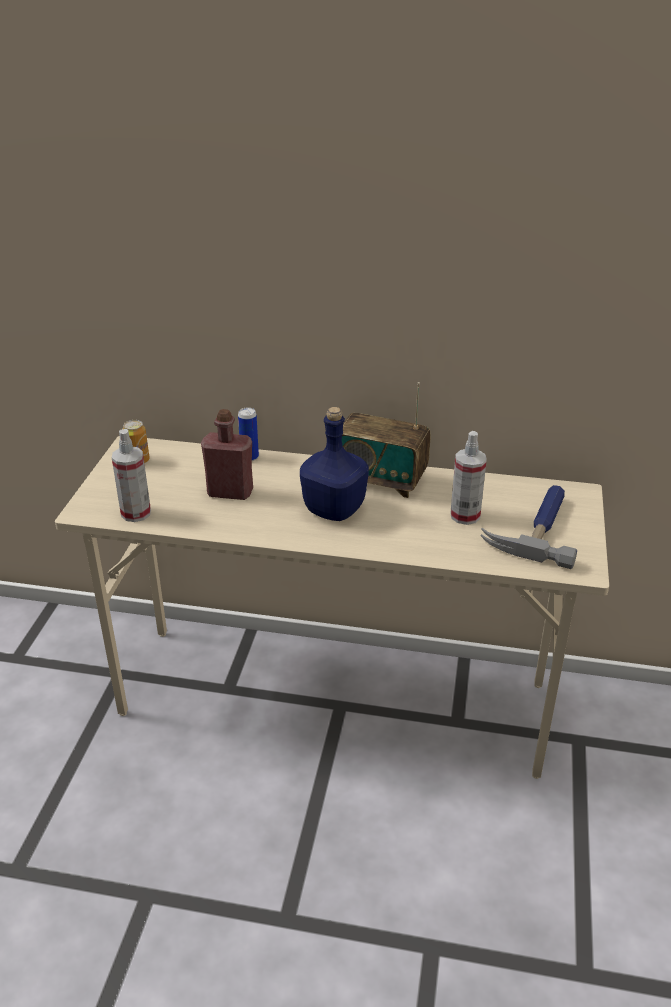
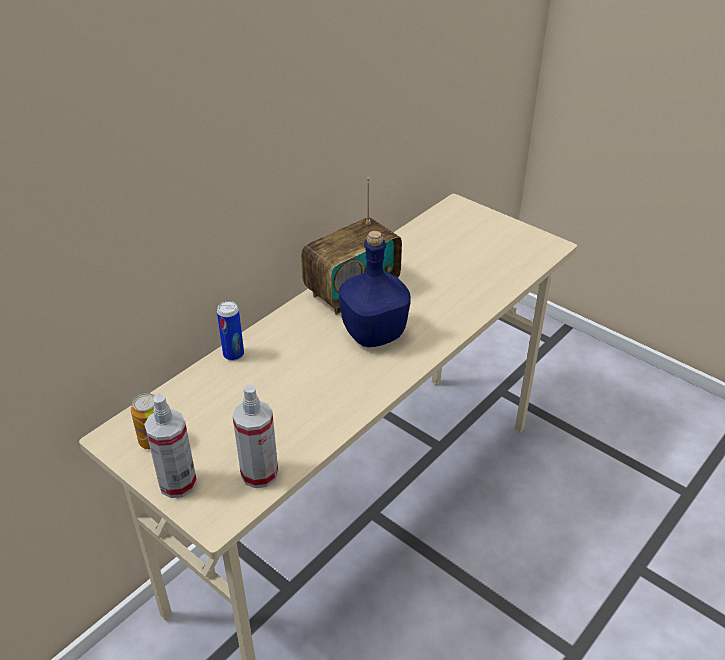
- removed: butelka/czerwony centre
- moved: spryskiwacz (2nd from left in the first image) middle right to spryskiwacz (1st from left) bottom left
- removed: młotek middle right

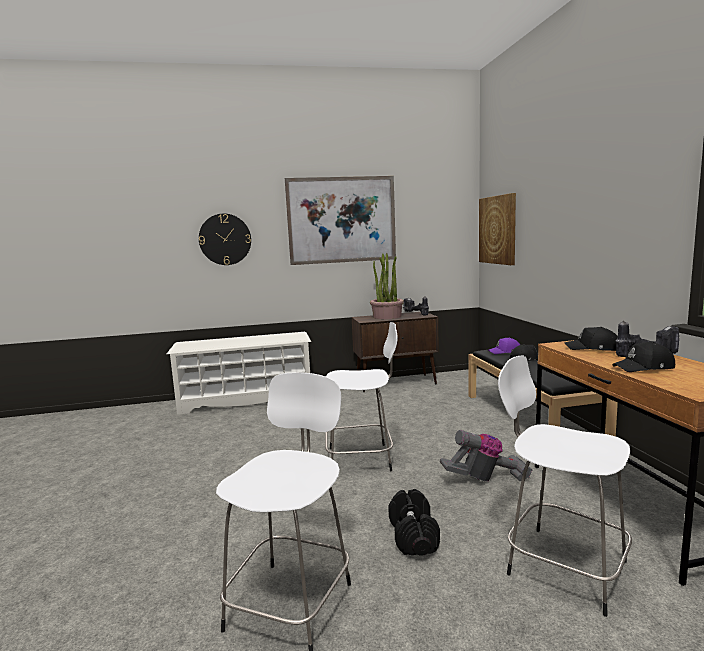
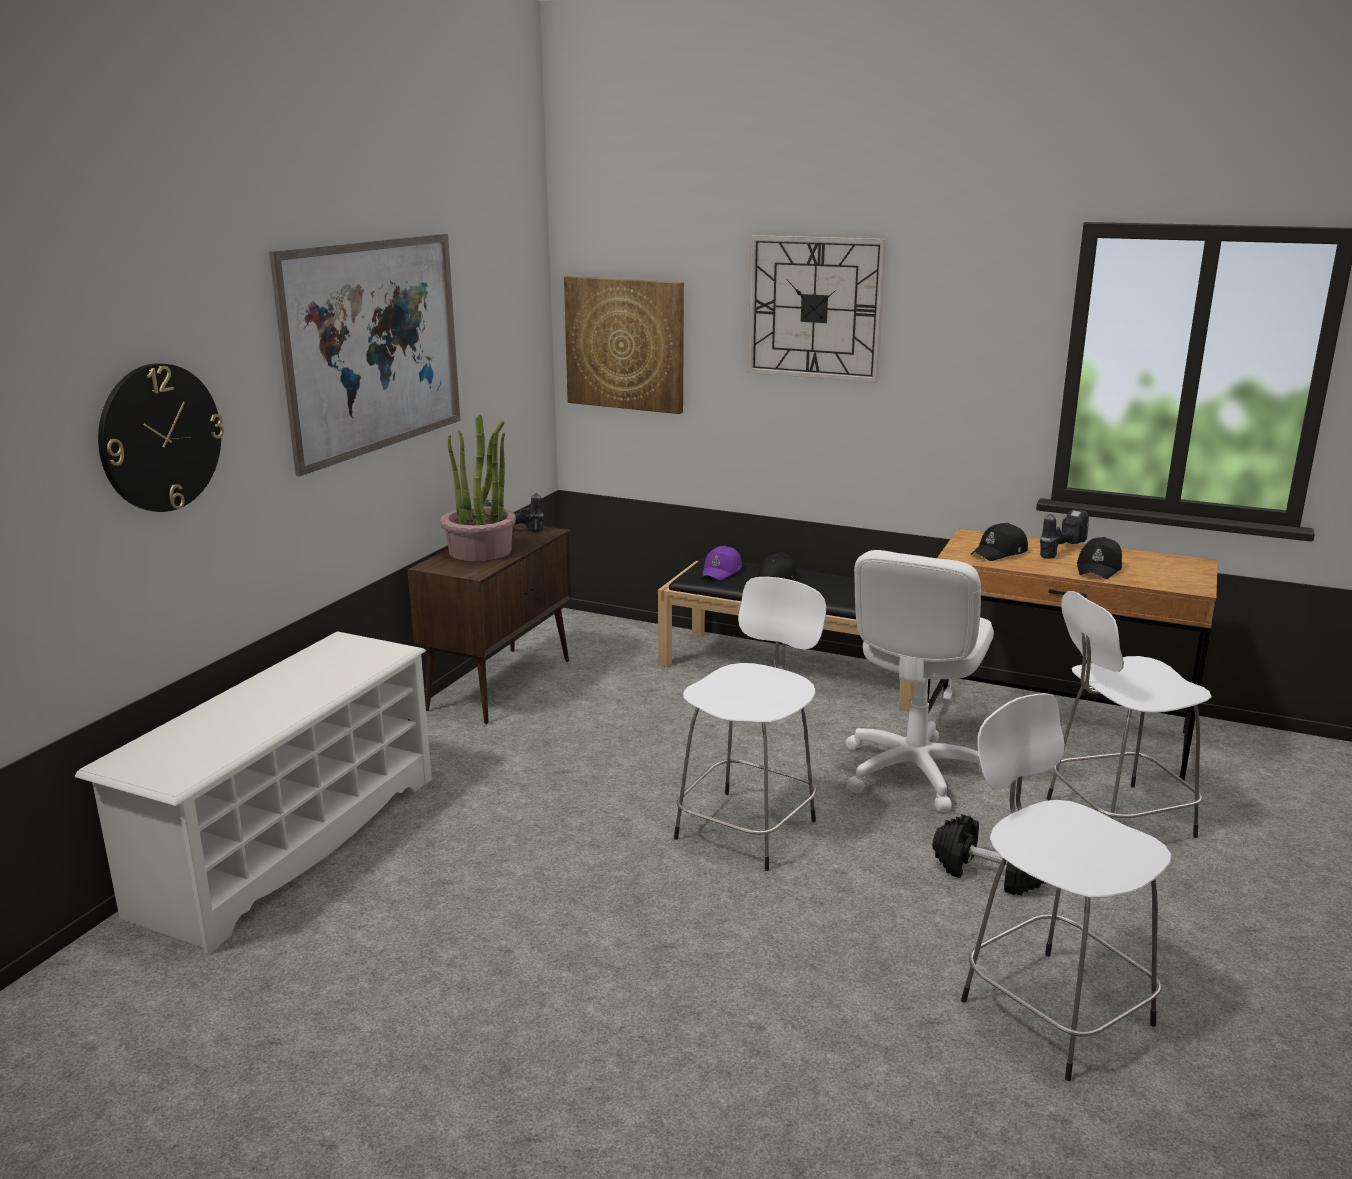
- replaced: odkurzacz bottom right to krzesło biurowe/biały middle right
- added: zegar ścienny (2nd from left) top centre

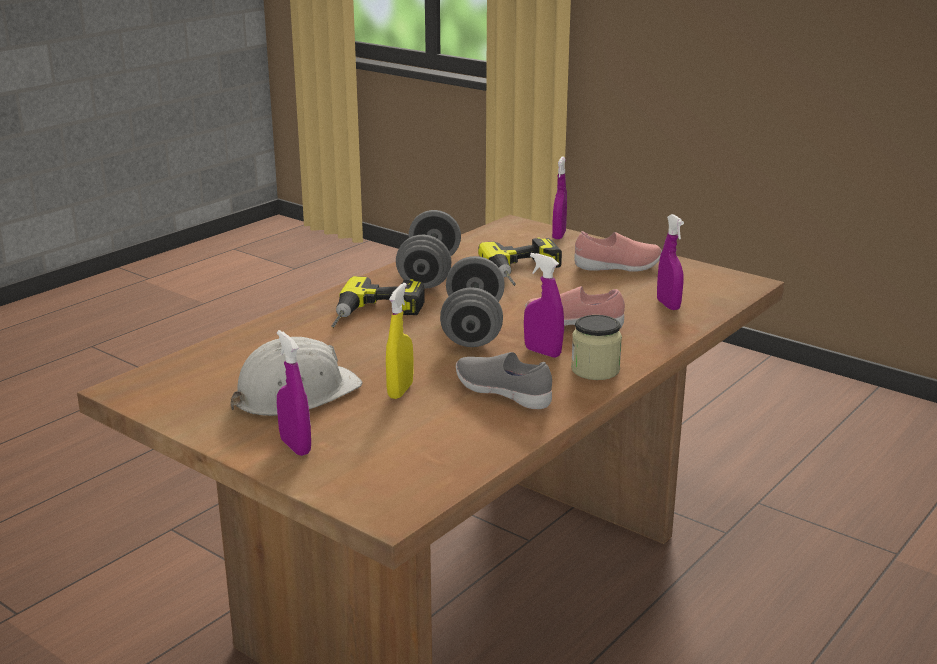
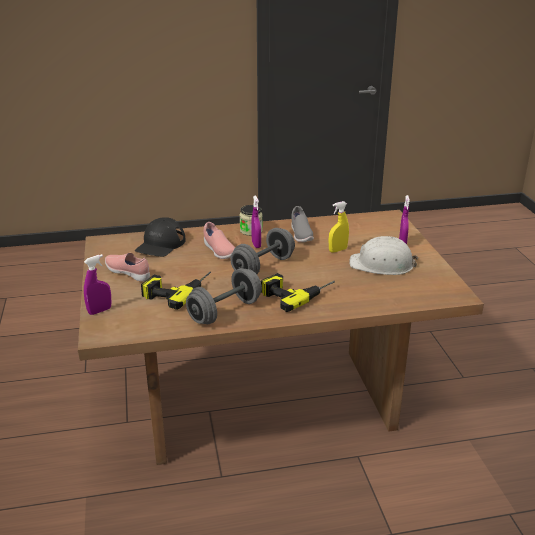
- replaced: spryskiwacz/fioletowy (4th from left) middle right to czapka z daszkiem/czarny middle left

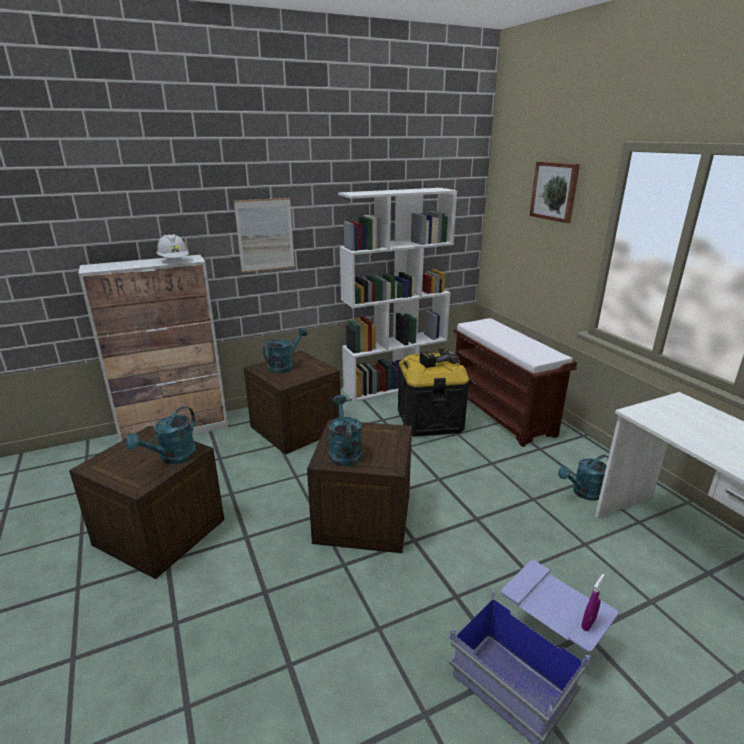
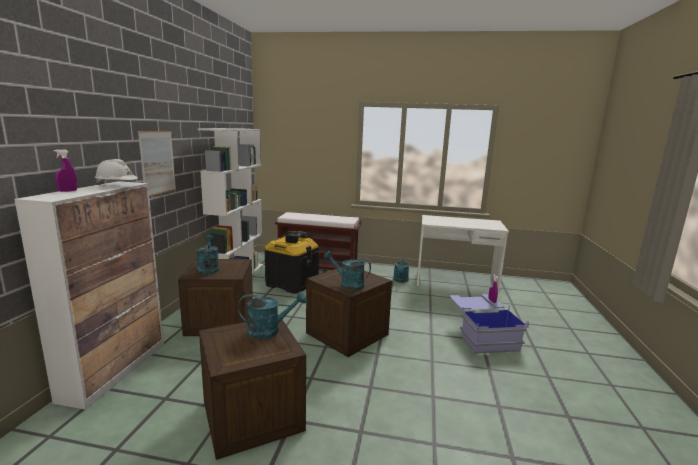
- removed: obraz (2nd from left) top right
- turned: konewka/turkusowy (1st from left in the first image) middle left = bottom centre 75 degrees counterclockwise
- added: spryskiwacz/fioletowy (1st from left) middle left

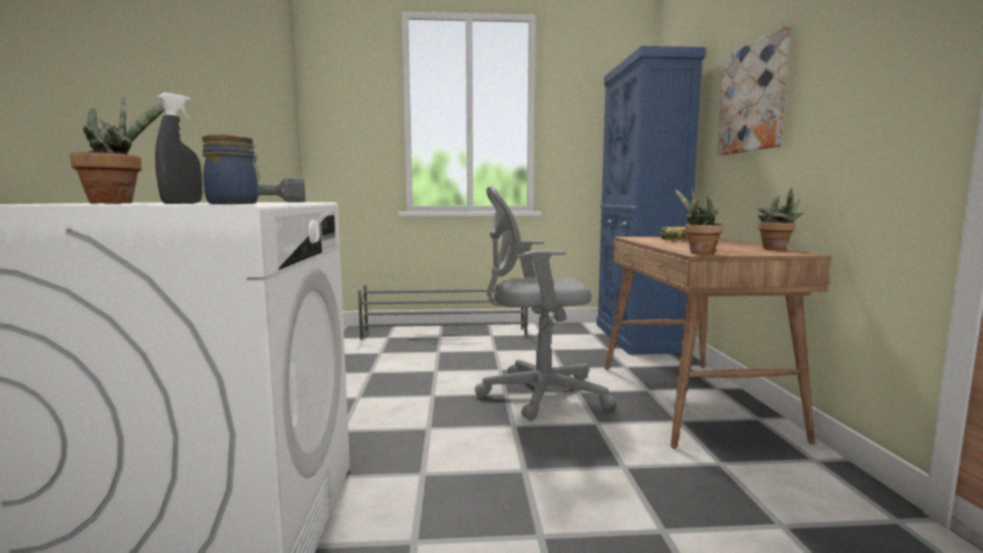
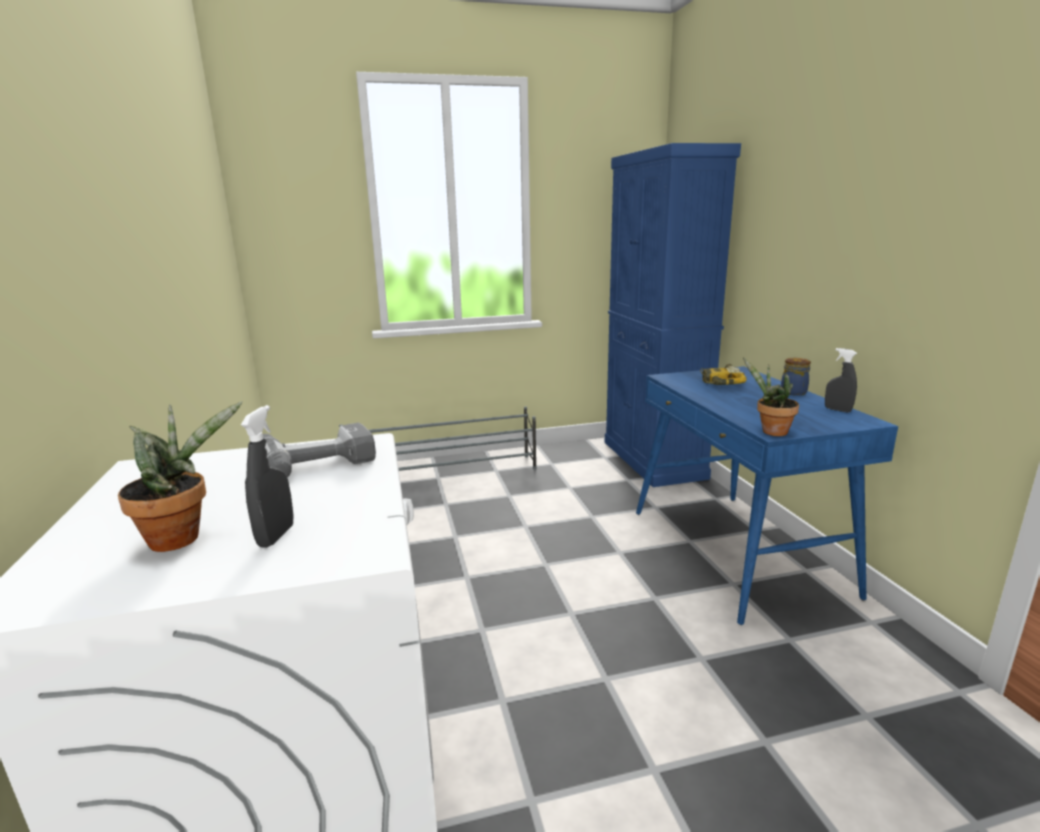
- removed: obraz top right
- moved: słoik top left to middle right
- removed: krzesło biurowe/szary centre
- replaced: roślina doniczkowa (3rd from left) middle right to spryskiwacz/szary (2nd from left) middle right
- recoloured: biurko/brązowy middle right to biurko/niebieski middle right

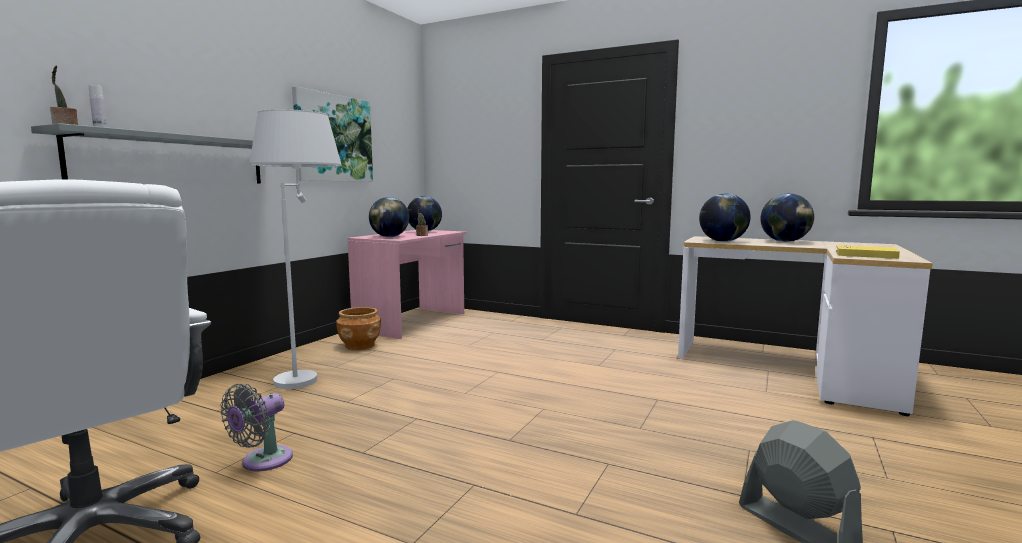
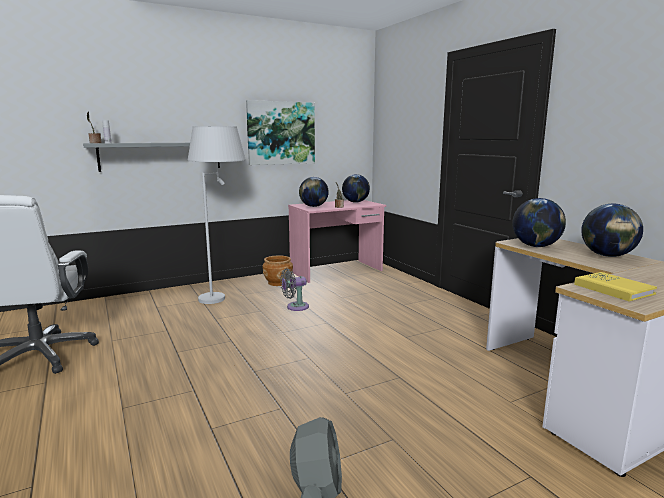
- moved: wentylator/szary (1st from left) bottom left to centre

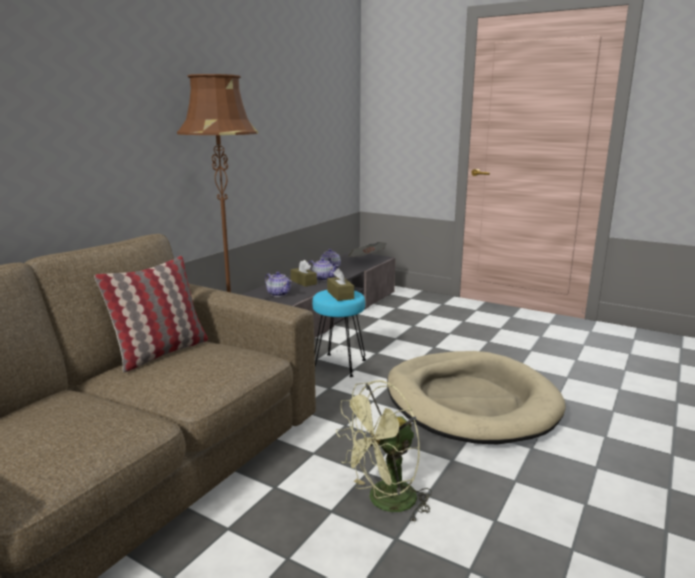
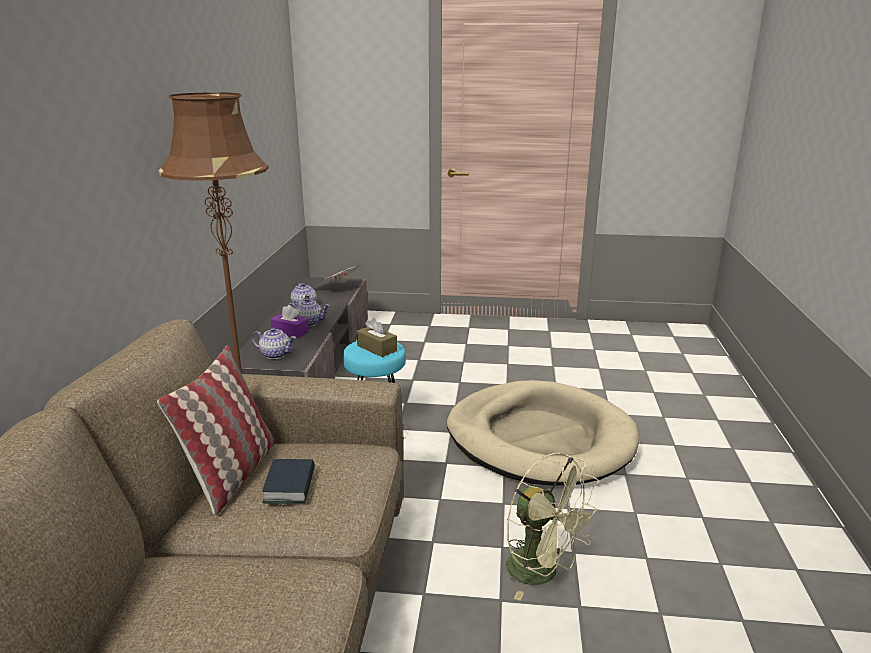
- recoloured: pudełko chusteczek/brązowy (1st from left) centre to pudełko chusteczek/fioletowy middle left
- turned: wentylator/zielony bottom centre = bottom centre 75 degrees counterclockwise
- added: książka bottom left

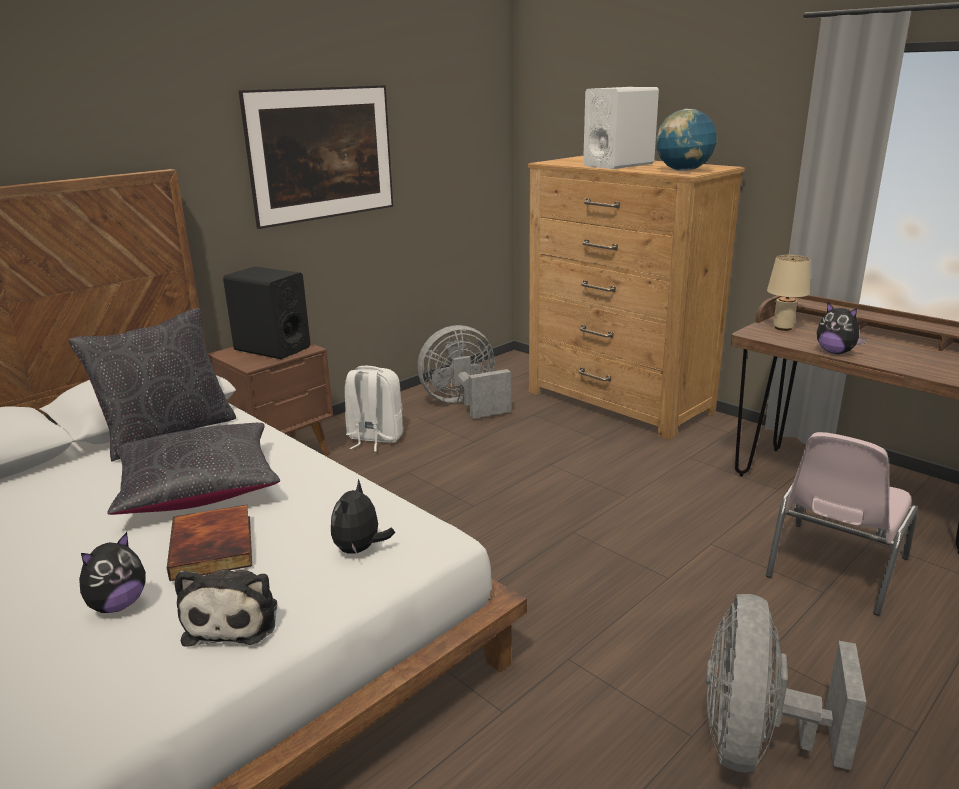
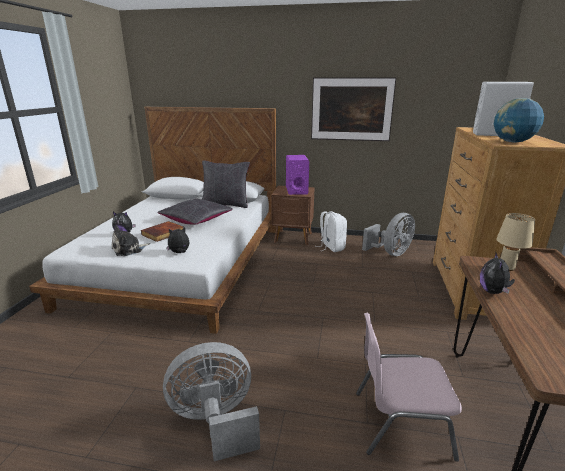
- recoloured: głośnik/czarny middle left to głośnik/fioletowy centre
- turned: wentylator/szary (1st from left in the first image) centre = middle right 105 degrees clockwise

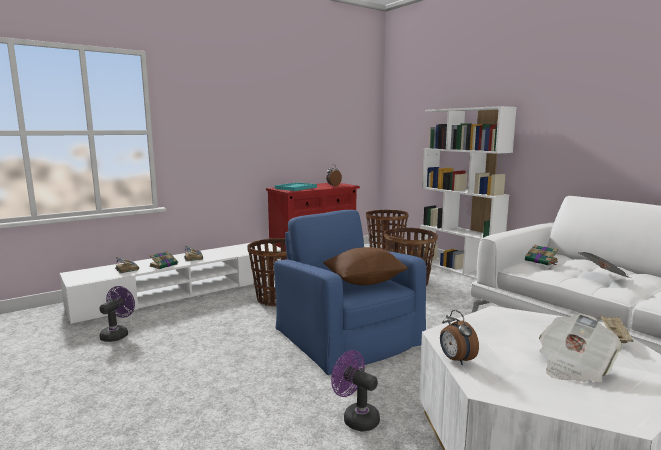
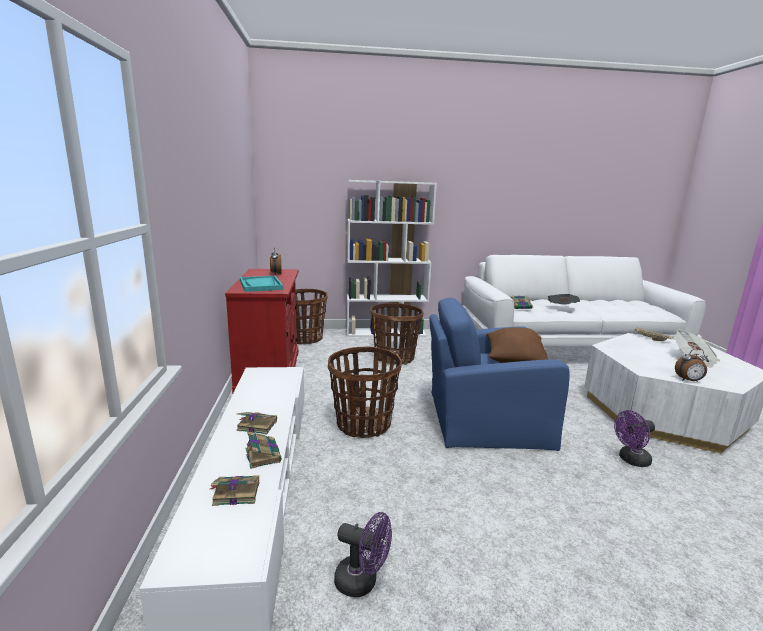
- turned: wentylator/fioletowy (1st from left) bottom left = bottom centre 150 degrees clockwise

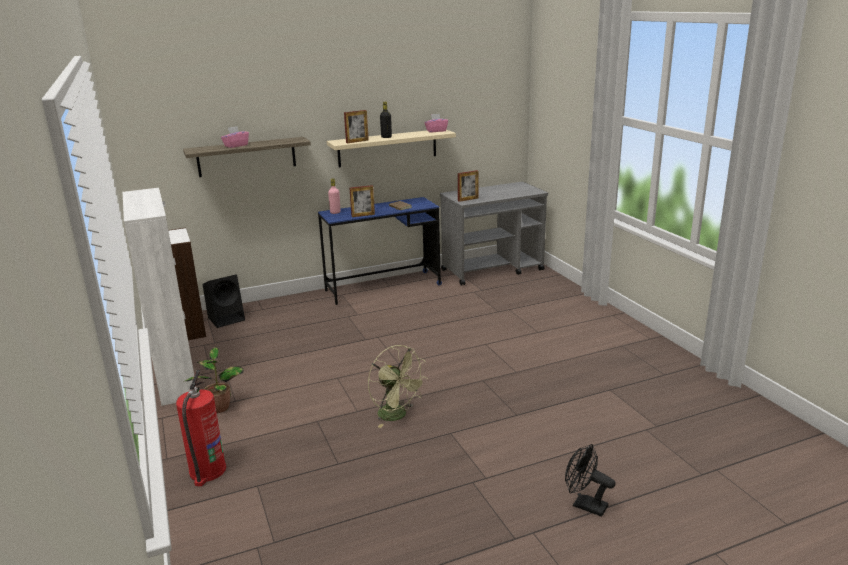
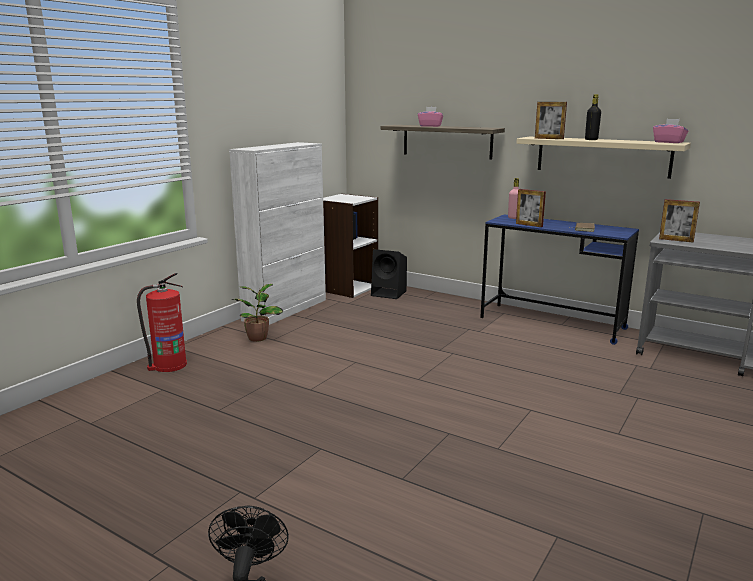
- removed: wentylator/zielony bottom centre

